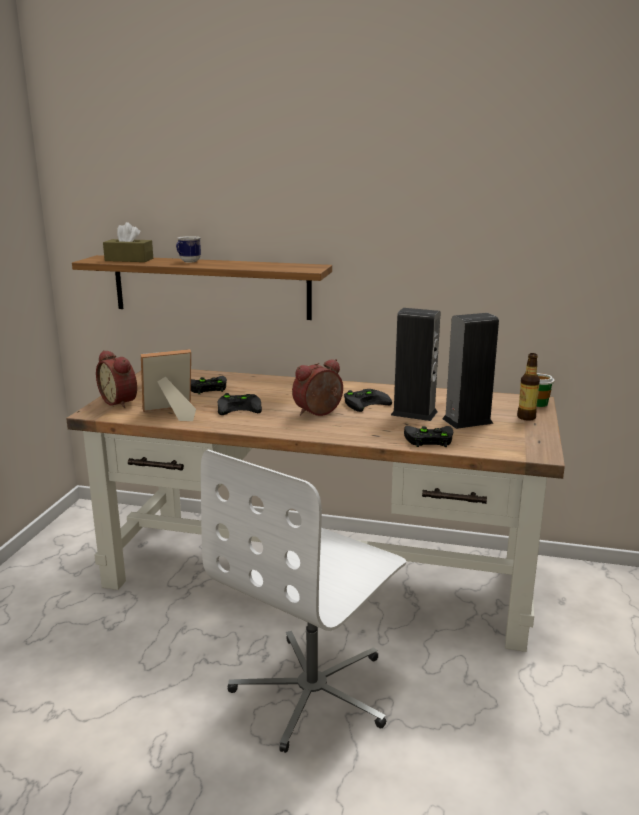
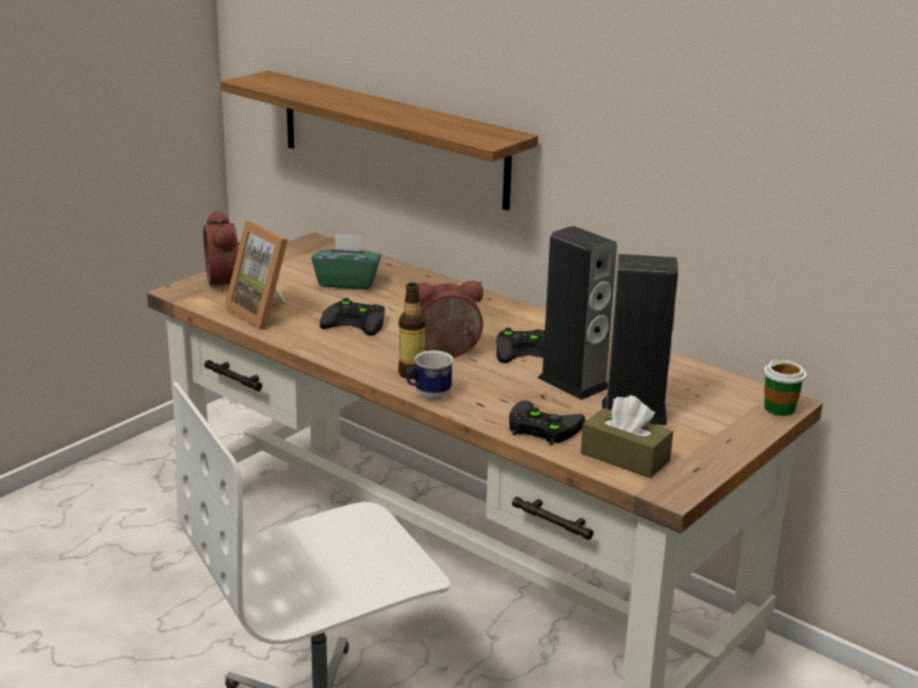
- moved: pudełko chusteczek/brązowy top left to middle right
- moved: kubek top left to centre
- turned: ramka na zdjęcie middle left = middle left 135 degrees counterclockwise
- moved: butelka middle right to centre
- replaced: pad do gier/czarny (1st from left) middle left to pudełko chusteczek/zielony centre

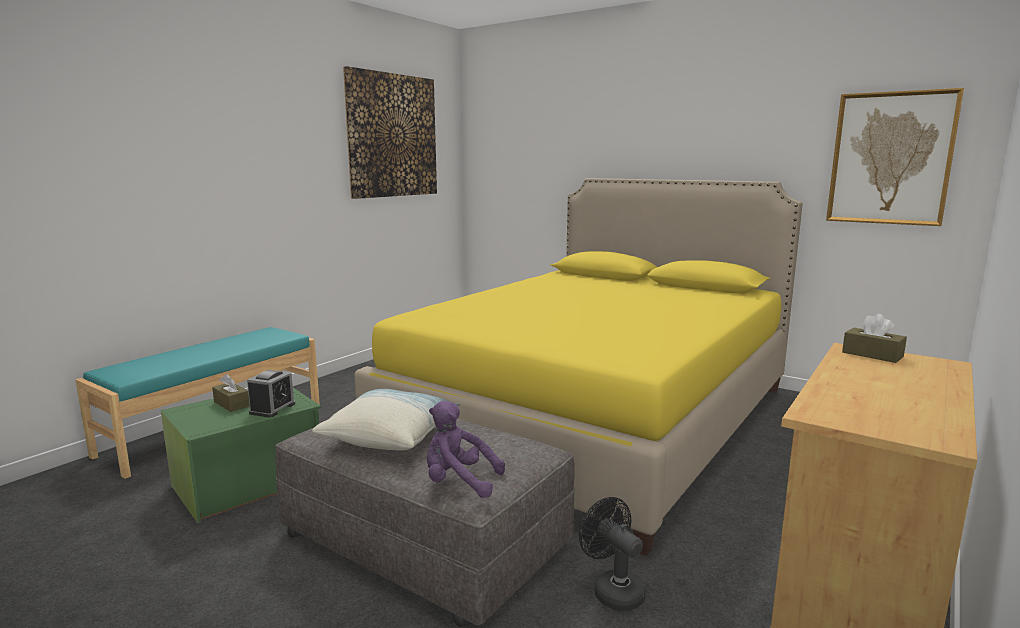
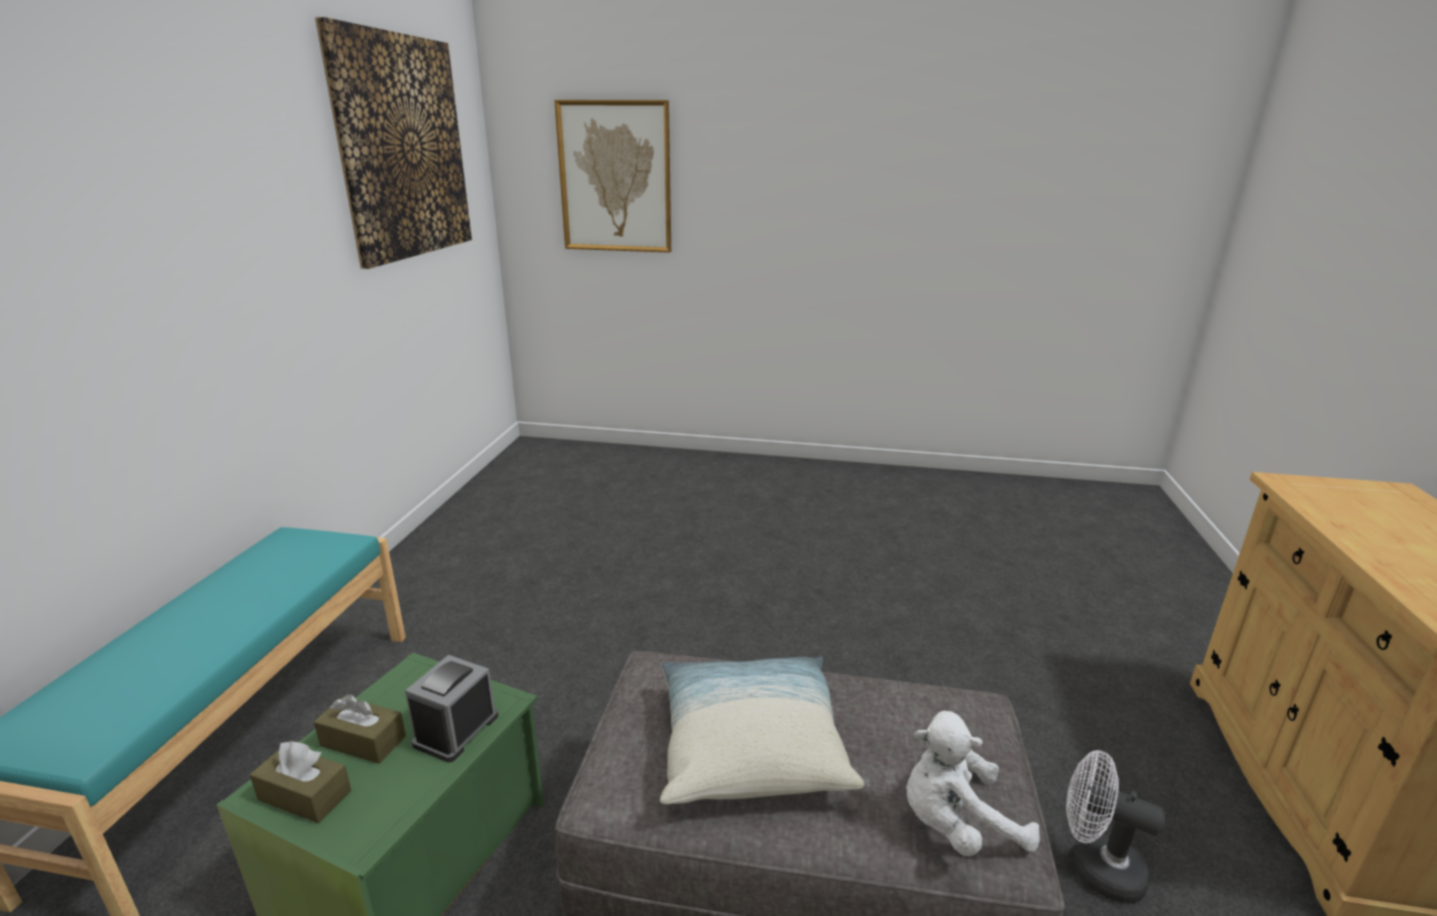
- moved: obraz (2nd from left) top right to top centre
- removed: łóżko/żółty centre
- moved: pudełko chusteczek/brązowy (2nd from left in the first image) middle right to pudełko chusteczek/brązowy (1st from left) bottom left
- turned: budzik middle left = bottom left 150 degrees counterclockwise
- recoloured: pluszak/fioletowy bottom centre to pluszak/biały bottom right
- recoloured: wentylator/czarny bottom centre to wentylator/biały bottom right

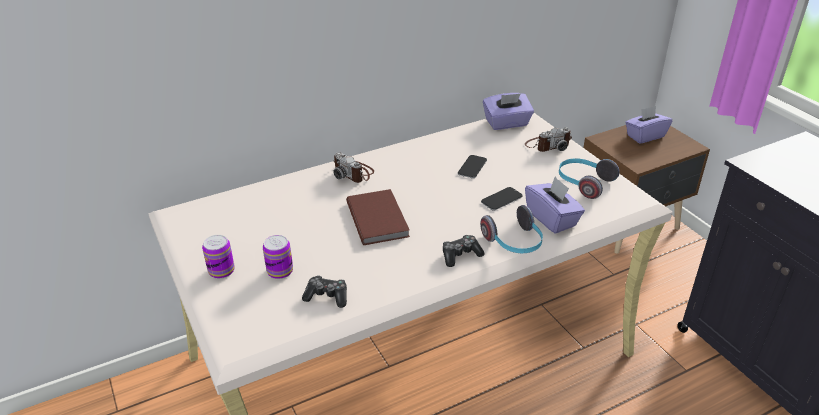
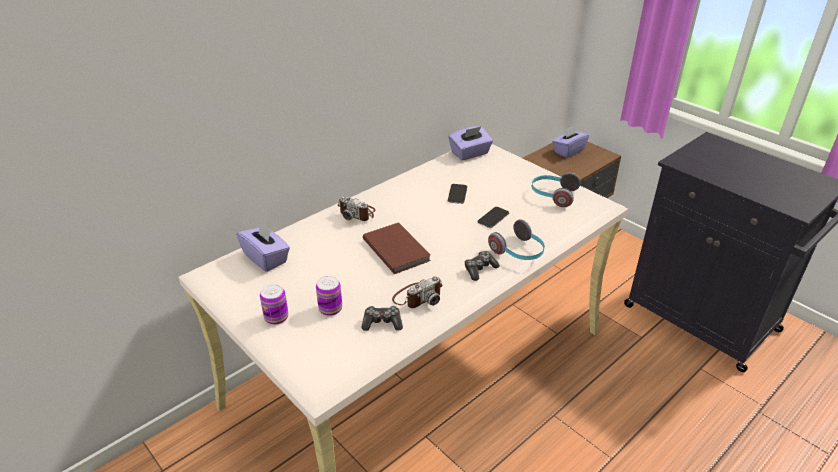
- moved: aparat fotograficzny (2nd from left) middle right to centre
- moved: pudełko chusteczek/fioletowy (2nd from left in the first image) middle right to pudełko chusteczek/fioletowy (1st from left) middle left

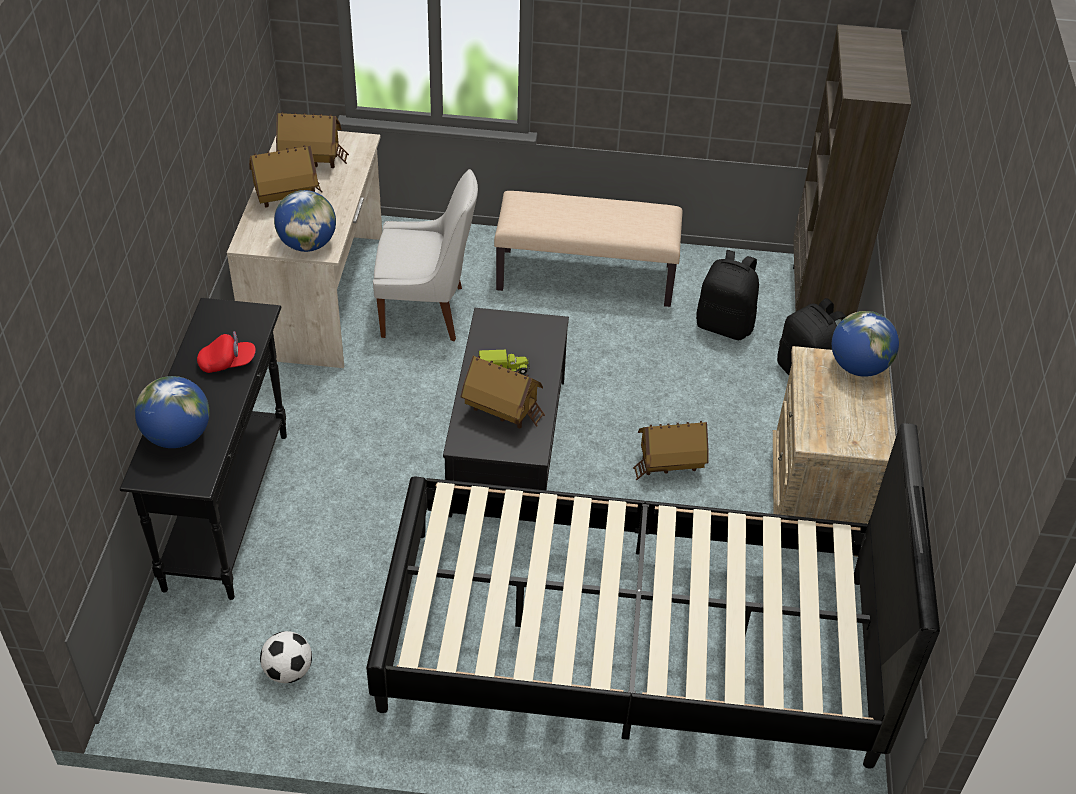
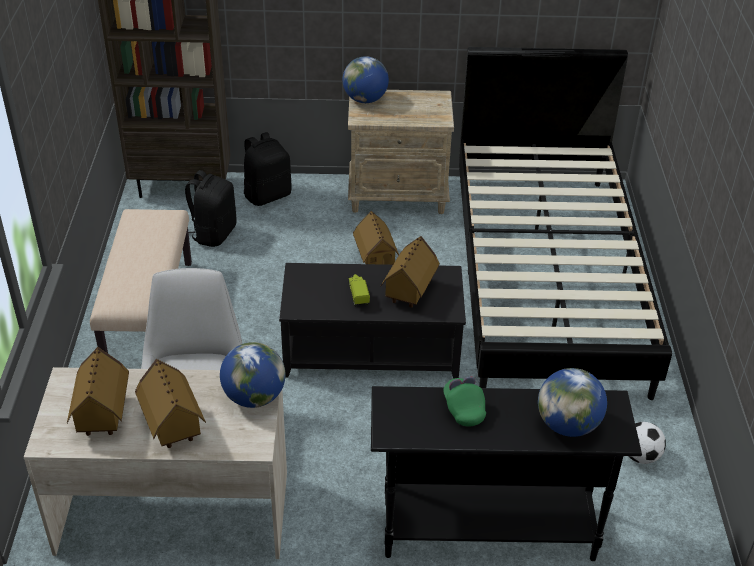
- recoloured: czapka z daszkiem/czerwony middle left to czapka z daszkiem/zielony bottom centre

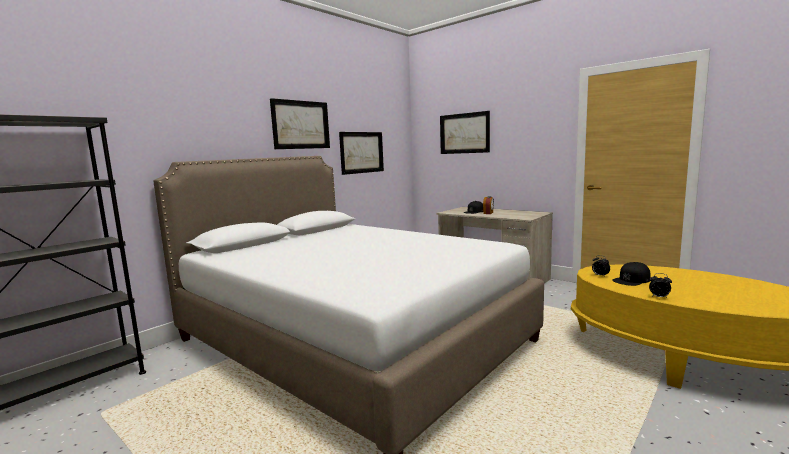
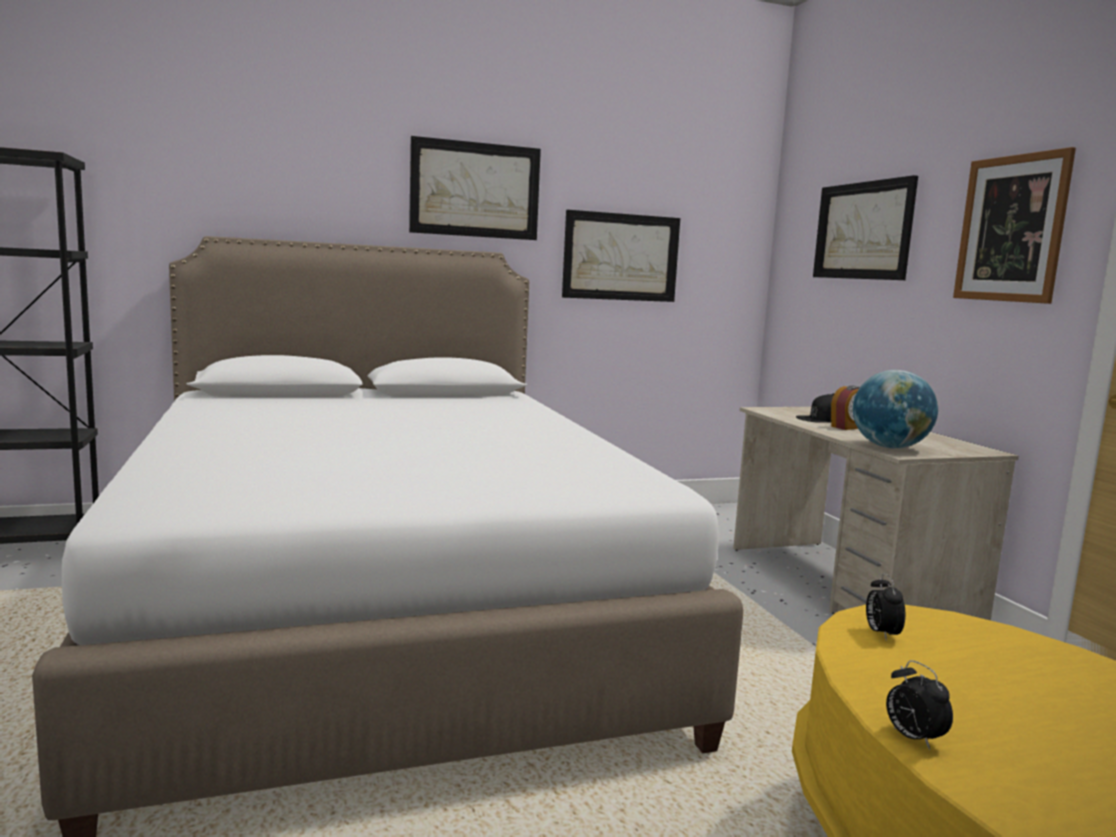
- removed: czapka z daszkiem/czarny (2nd from left) middle right
- added: obraz (4th from left) top right
- added: globus middle right

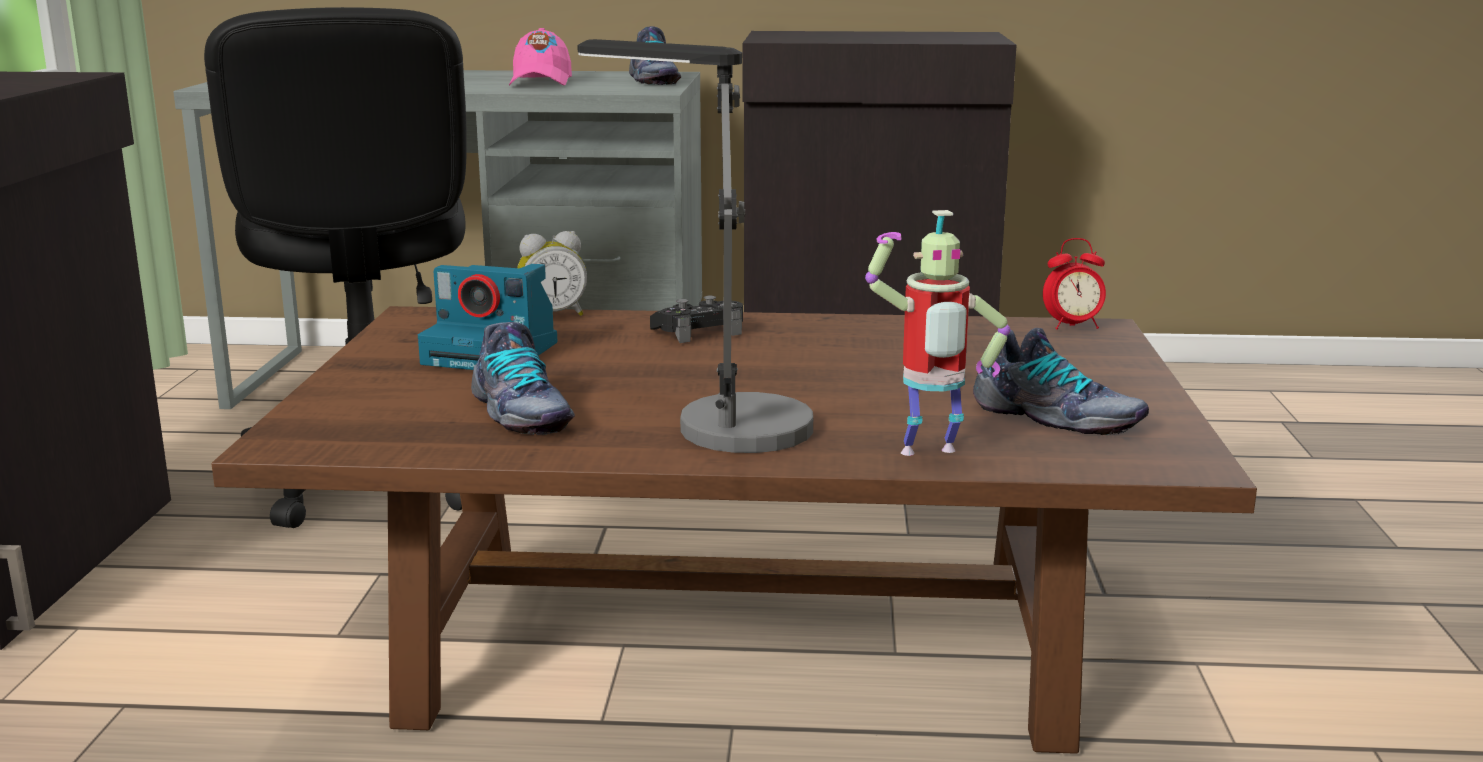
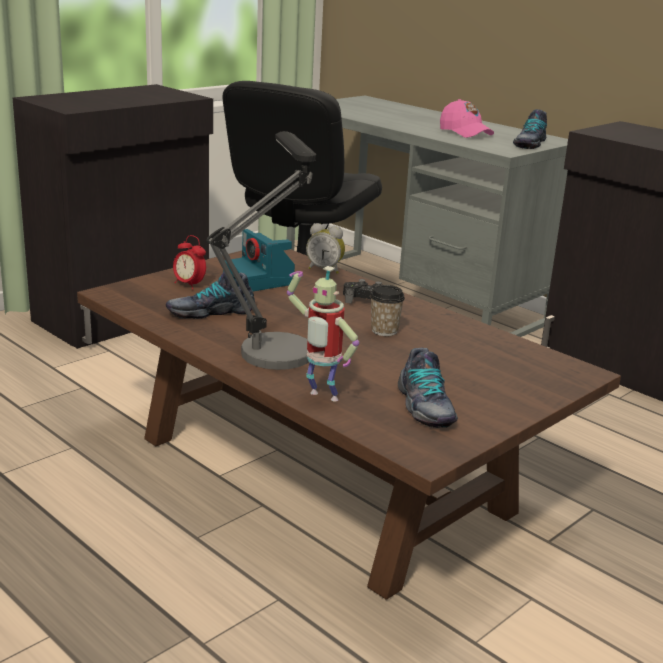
- turned: czapka z daszkiem/różowy top centre = top right 75 degrees counterclockwise
- moved: budzik (2nd from left in the first image) middle right to budzik (1st from left) middle left
- turned: but (1st from left) centre = middle left 60 degrees clockwise
- added: filiżanka centre

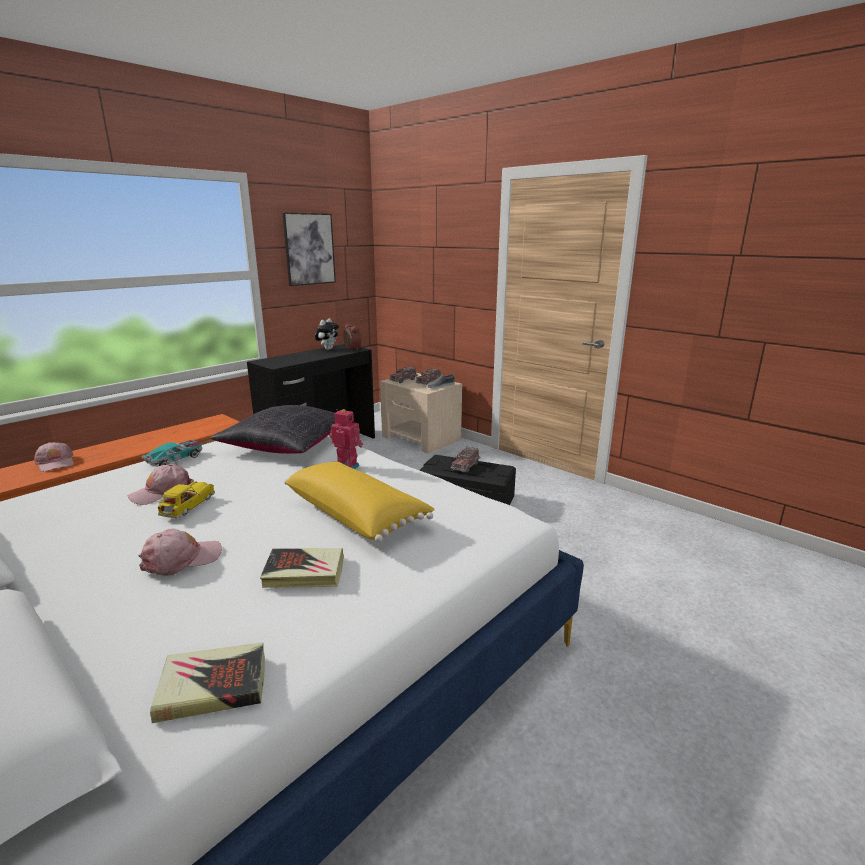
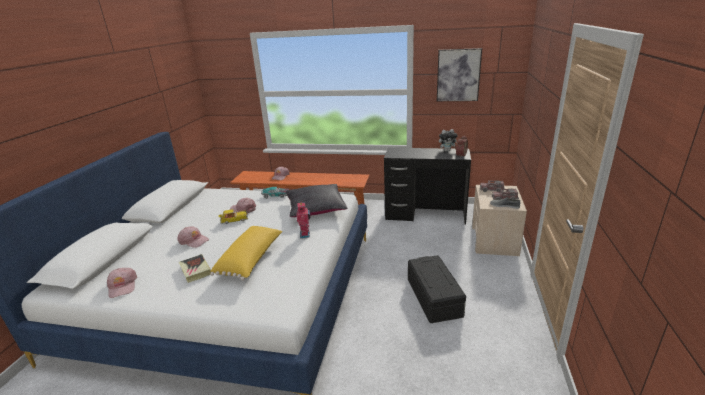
- removed: ciężarówka zabawkowa (3rd from left) centre
- replaced: książka (1st from left) bottom left to czapka z daszkiem/różowy (1st from left) bottom left

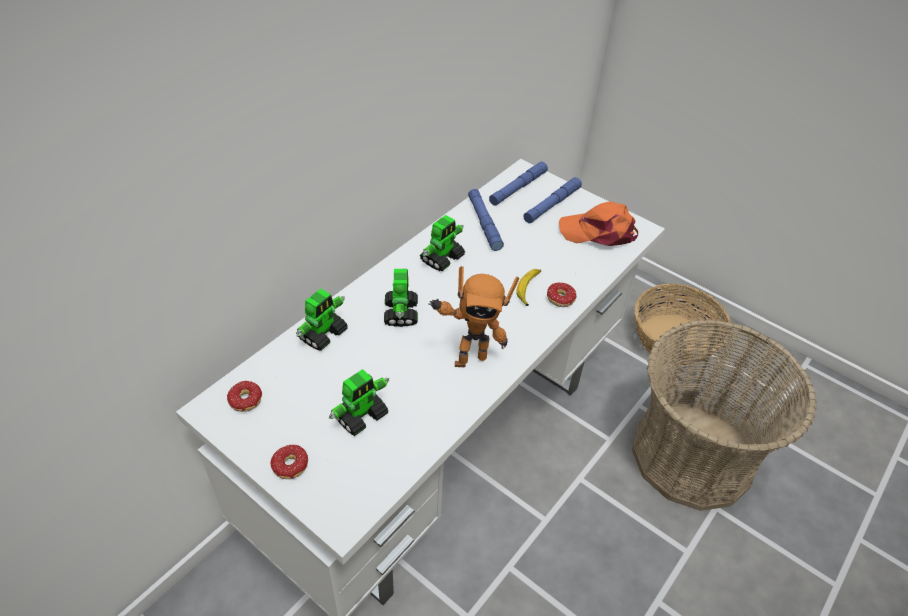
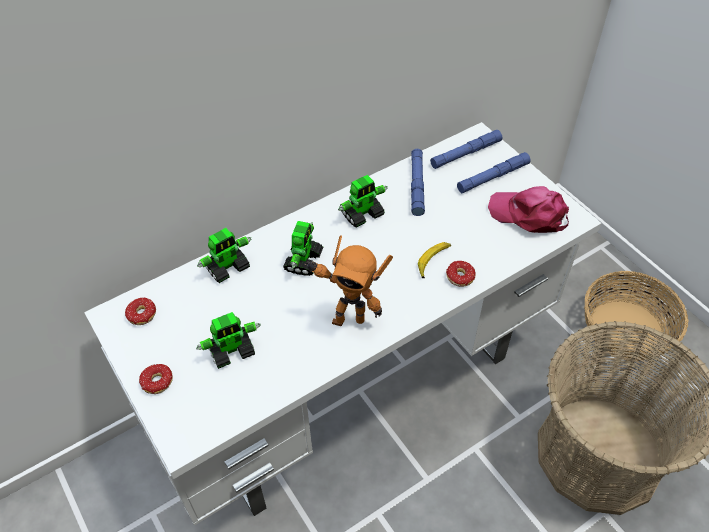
- recoloured: czapka z daszkiem/pomarańczowy centre to czapka z daszkiem/różowy middle right

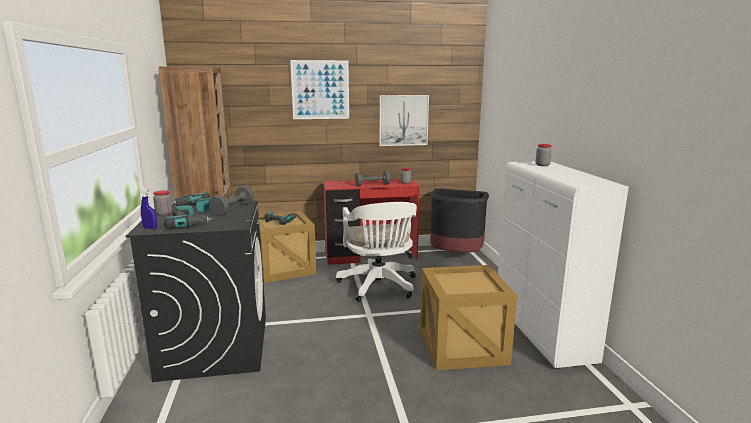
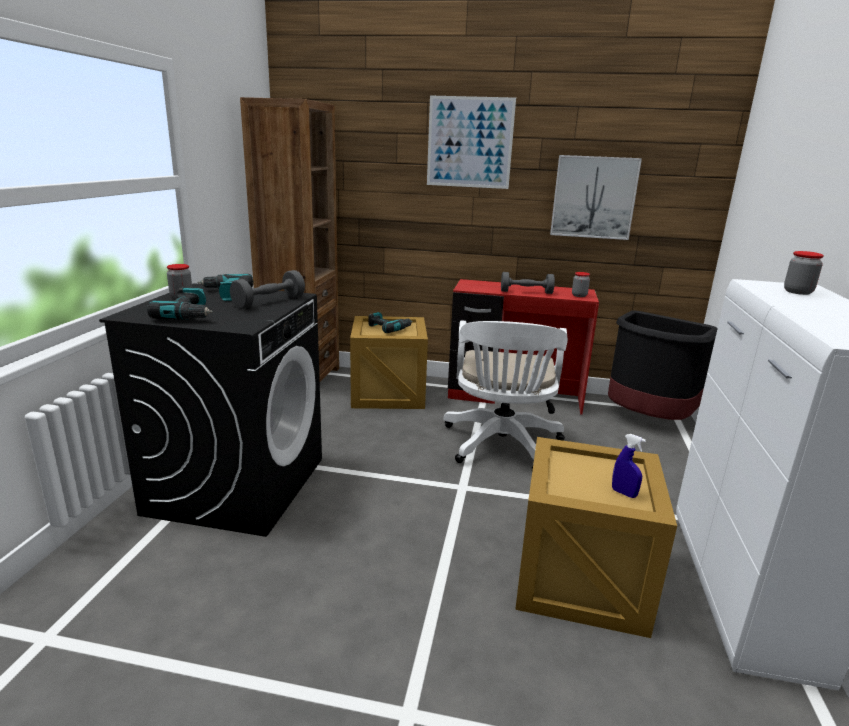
- moved: spryskiwacz/niebieski middle left to middle right

